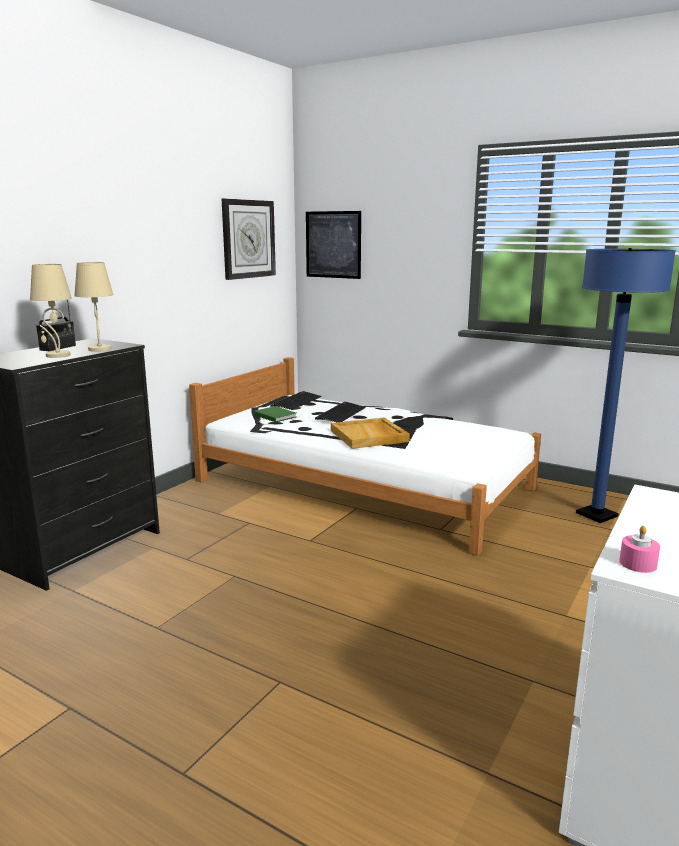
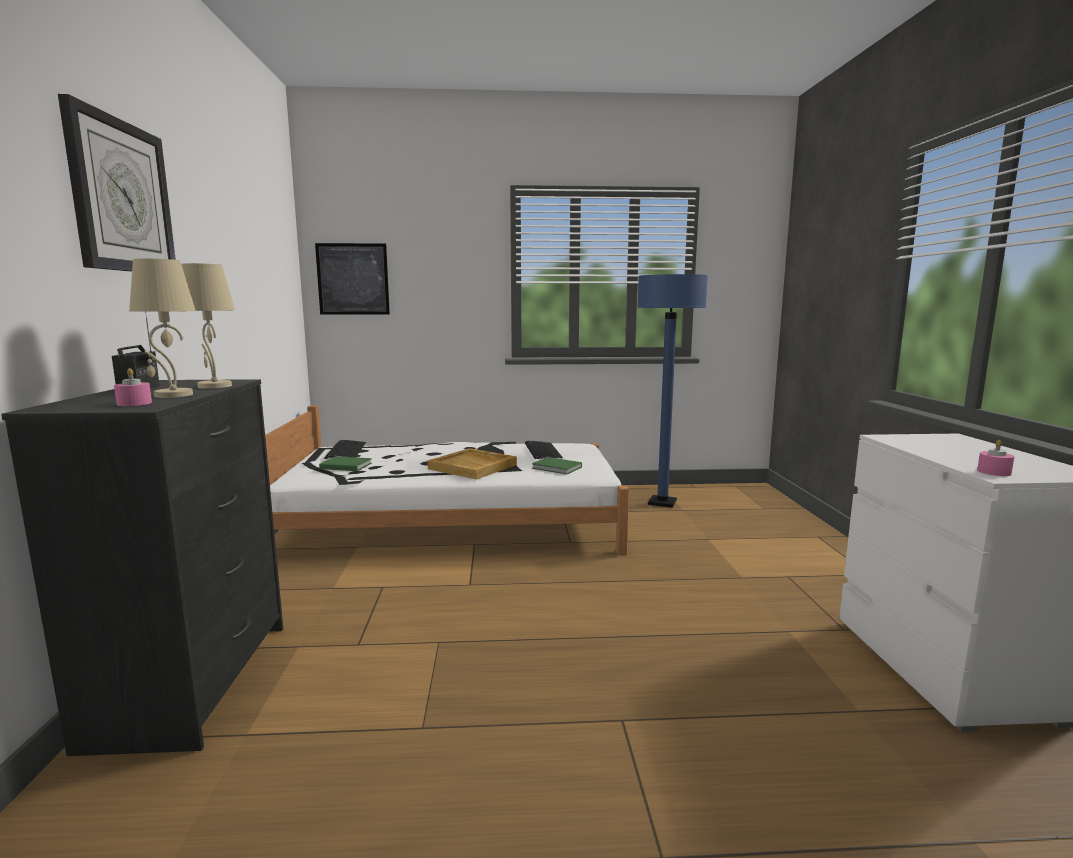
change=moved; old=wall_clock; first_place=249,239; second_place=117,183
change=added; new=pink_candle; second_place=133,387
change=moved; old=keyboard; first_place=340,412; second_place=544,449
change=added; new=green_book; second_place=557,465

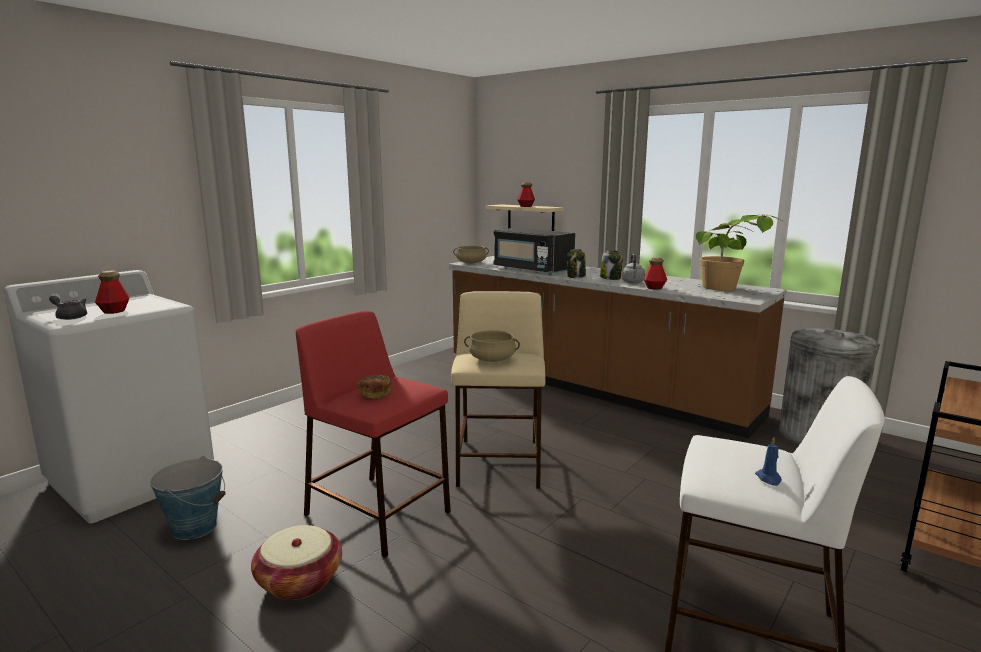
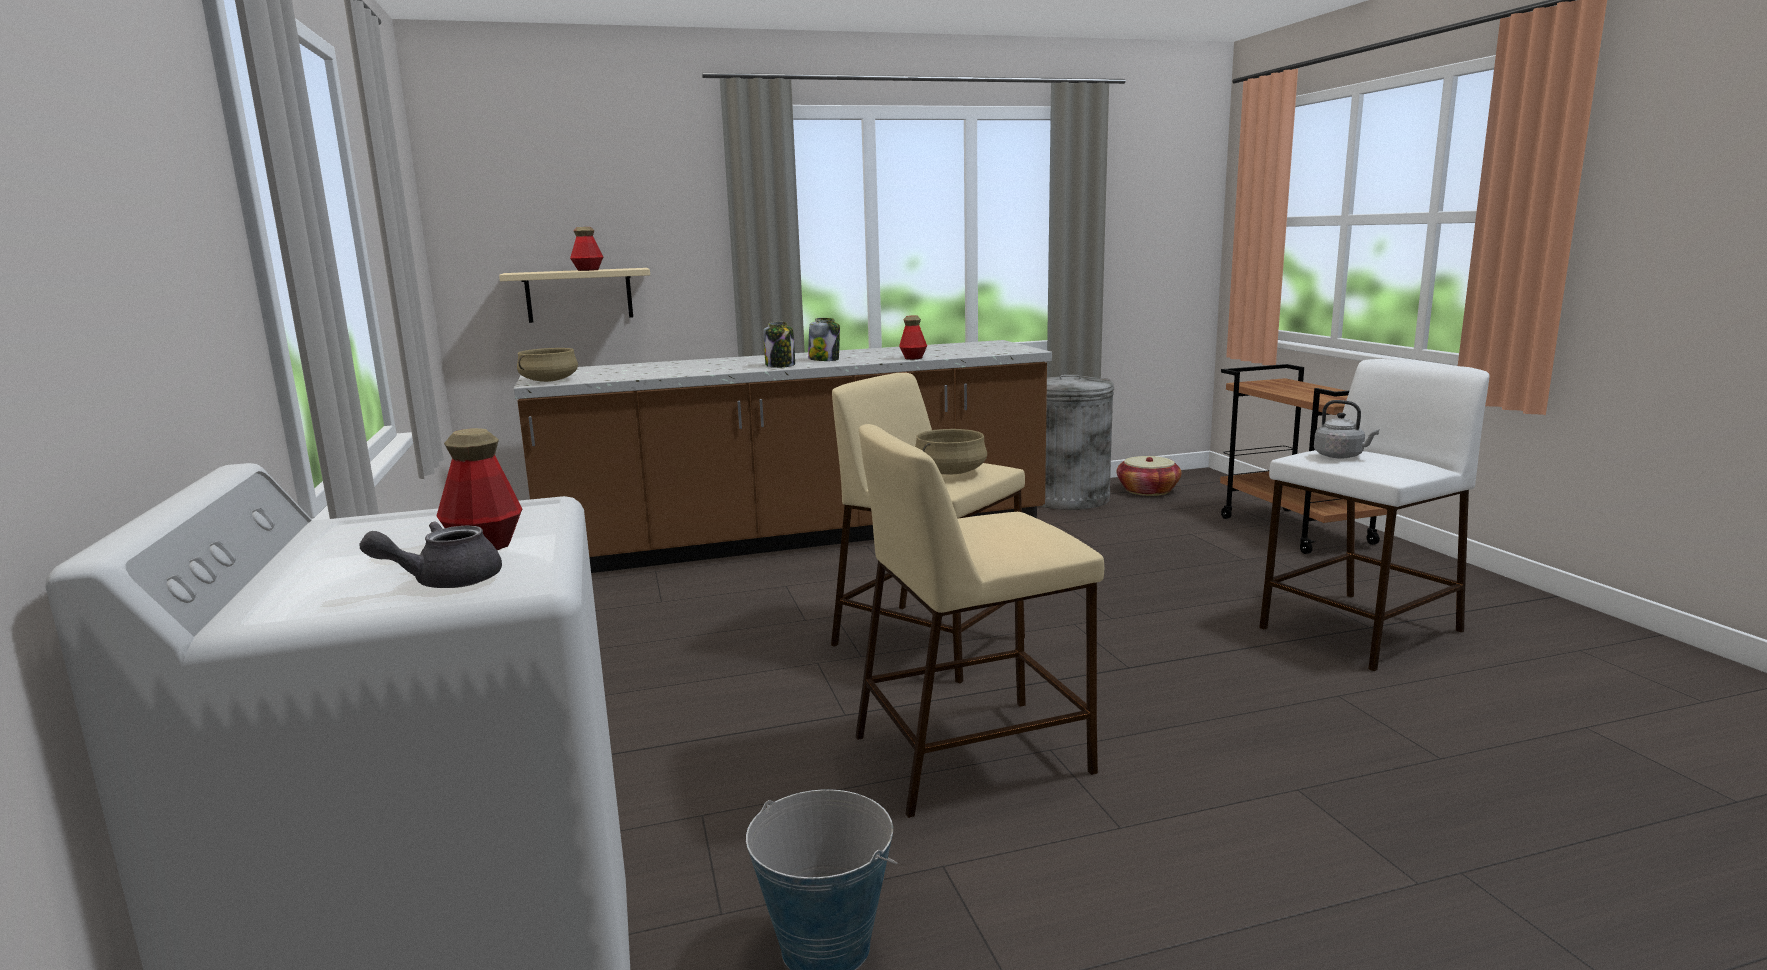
change=recoloured; old=red_stool; new=beige_stool; first_place=373,434; second_place=979,621
change=moved; old=basket; first_place=296,562; second_place=1149,476
change=moved; old=grey_kettle; first_place=634,268; second_place=1346,429
change=removed; old=bread; first_place=373,387
change=removed; old=black_microwave; first_place=534,251
change=removed; old=potted_plant; first_place=740,253
change=removed; old=blue_candle; first_place=768,461

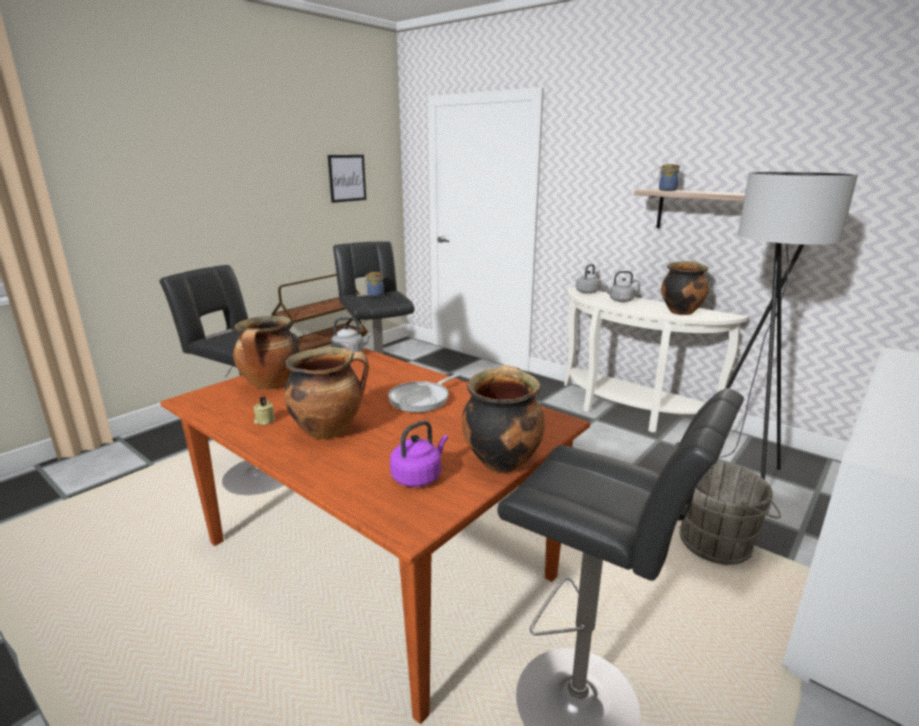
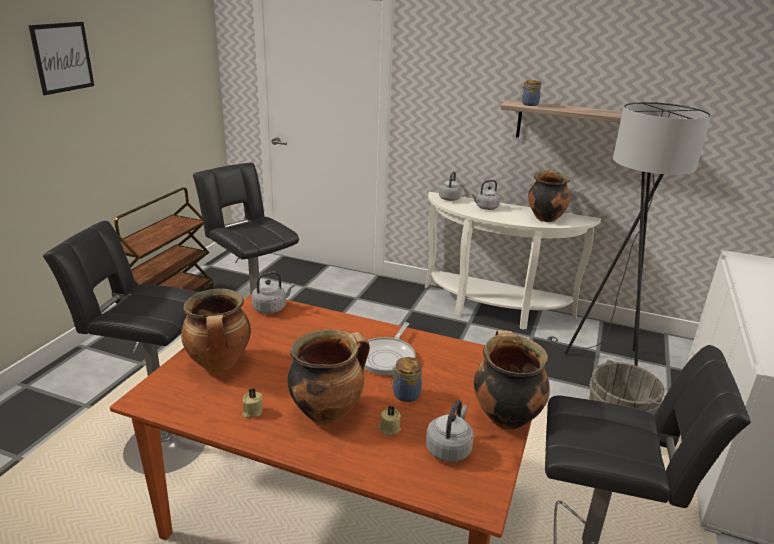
change=moved; old=picture; first_place=347,179; second_place=61,58
change=added; new=beige_candle; second_place=389,420
change=moved; old=jar; first_place=374,284; second_place=406,379
change=recoloured; old=purple_kettle; new=grey_kettle; first_place=419,454; second_place=450,431

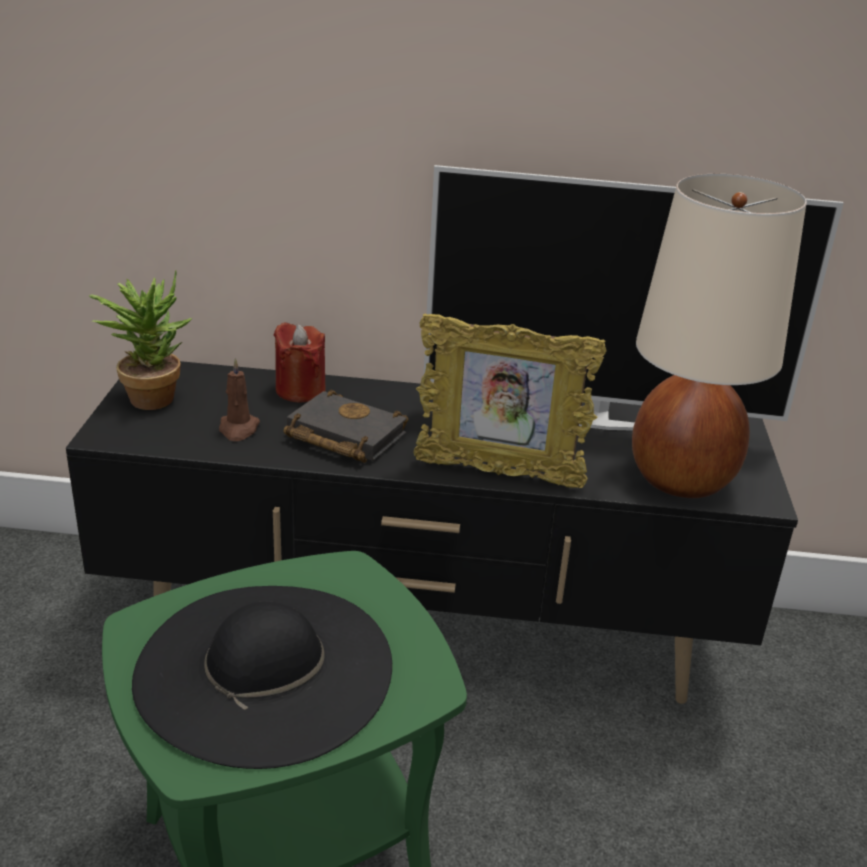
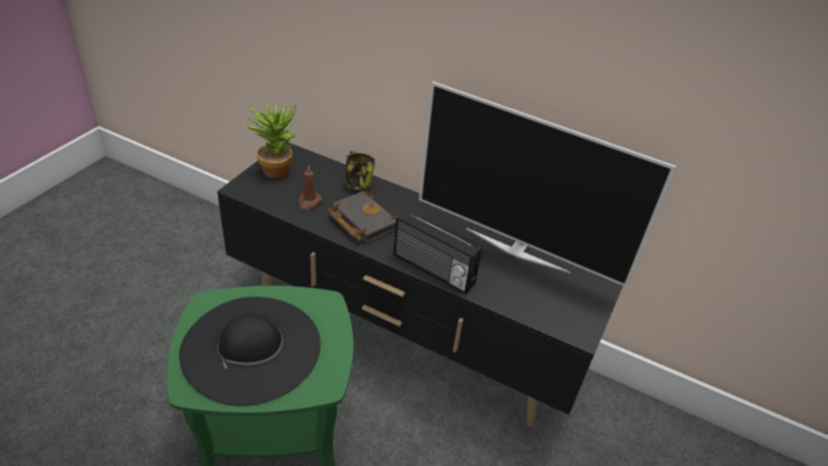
change=replaced; old=red_candle; new=mug; first_place=300,362; second_place=360,171
change=replaced; old=picture_frame; new=radio; first_place=510,401; second_place=437,252
change=removed; old=beige_table_lamp; first_place=719,336

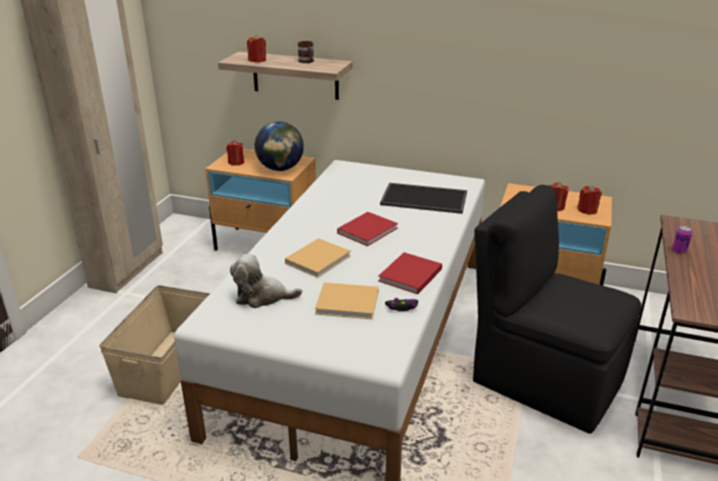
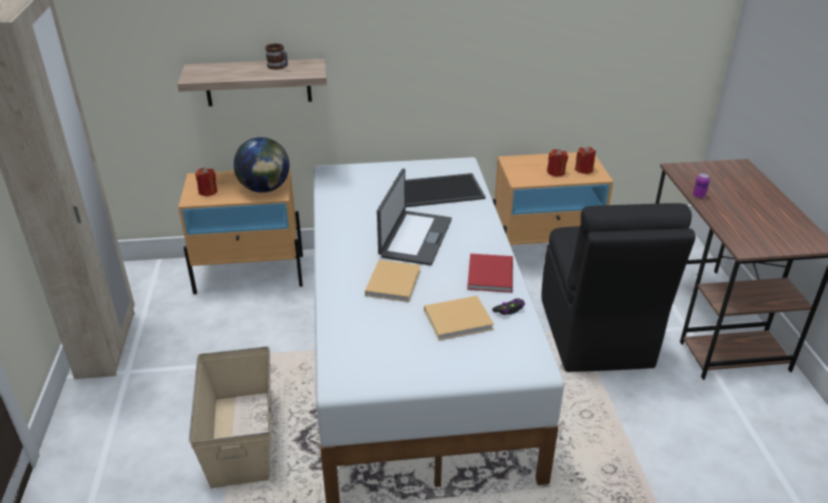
change=replaced; old=red_book; new=laptop; first_place=367,229; second_place=414,217
change=turned; old=black_chair; first_place=557,309; second_place=618,287; degrees=-105
change=removed; old=plush_toy; first_place=266,281
change=removed; old=red_candle; first_place=256,48

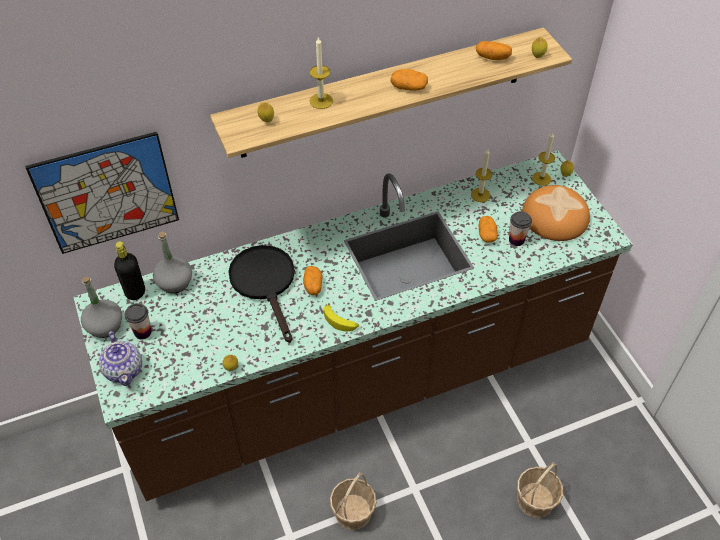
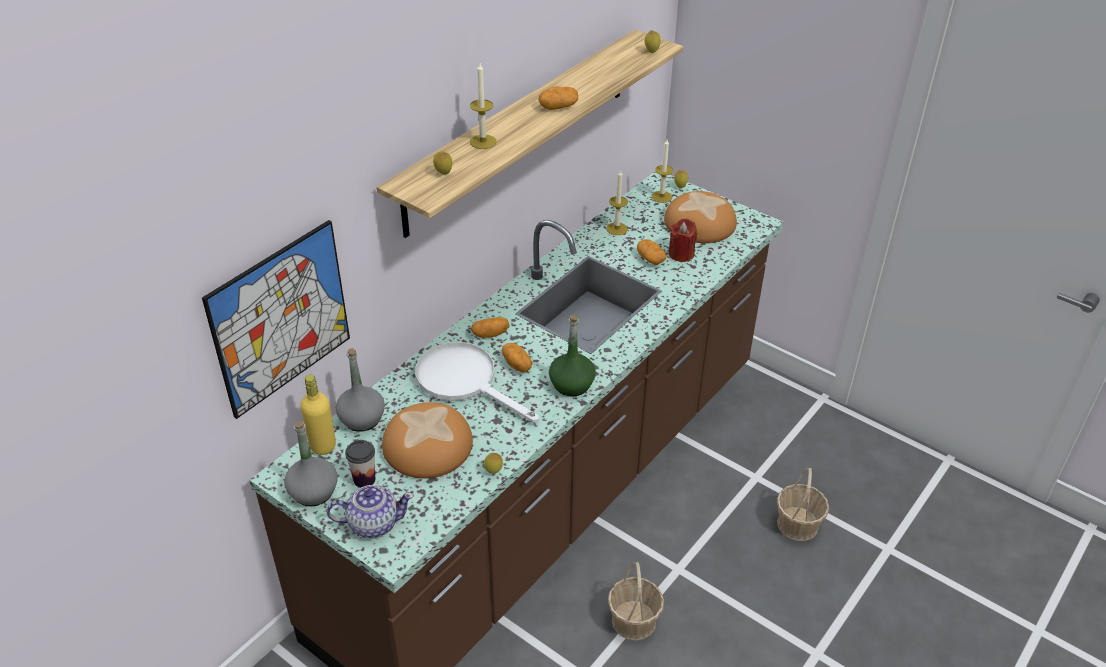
change=recoloured; old=black_bottle; new=yellow_bottle; first_place=129,270; second_place=318,414
change=turned; old=teapot; first_place=120,358; second_place=370,511; degrees=-45
change=added; new=bread; second_place=427,440
change=recoloured; old=black_frying_pan; new=white_frying_pan; first_place=261,294; second_place=477,382
change=moved; old=potato; first_place=494,50; second_place=490,327
change=replaced; old=banana; new=green_bottle; first_place=341,317; second_place=572,356
change=replaced; old=cup; new=red_candle; first_place=520,228; second_place=683,240

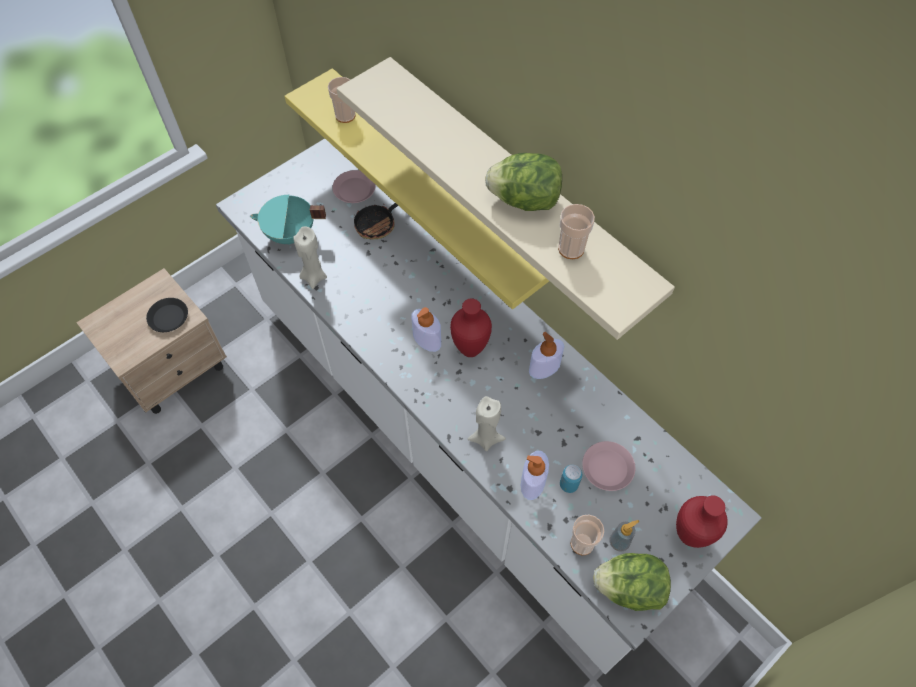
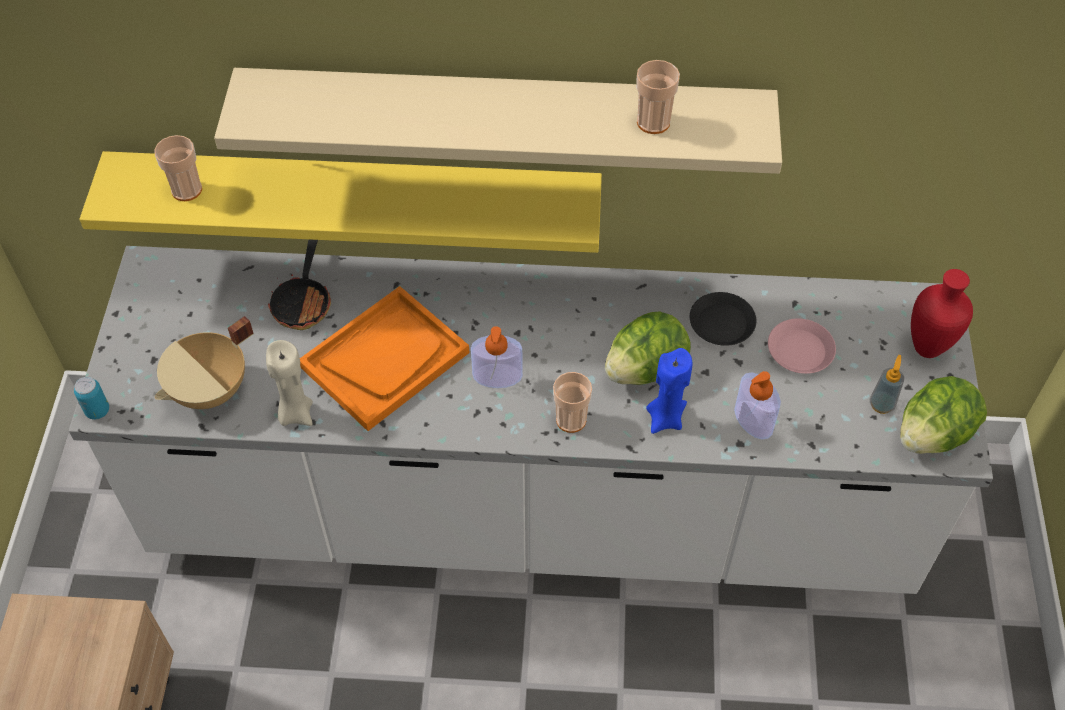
change=moved; old=can; first_place=571,479; second_place=91,398
change=recoloured; old=turquoise_cooking_pot; new=beige_cooking_pot; first_place=288,219; second_place=204,362
change=added; new=orange_tray; second_place=384,358
change=moved; old=cup; first_place=587,535; second_place=572,402
change=moved; old=lettuce; first_place=523,182; second_place=648,348
change=recoloured; old=beige_candle; new=blue_candle; first_place=487,423; second_place=669,391
change=moved; old=black_plate; first_place=167,315; second_place=723,319
change=removed; old=pink_plate; first_place=354,186
change=removed; old=red_vase; first_place=471,327
change=removed; old=soap_dispenser; first_place=546,355

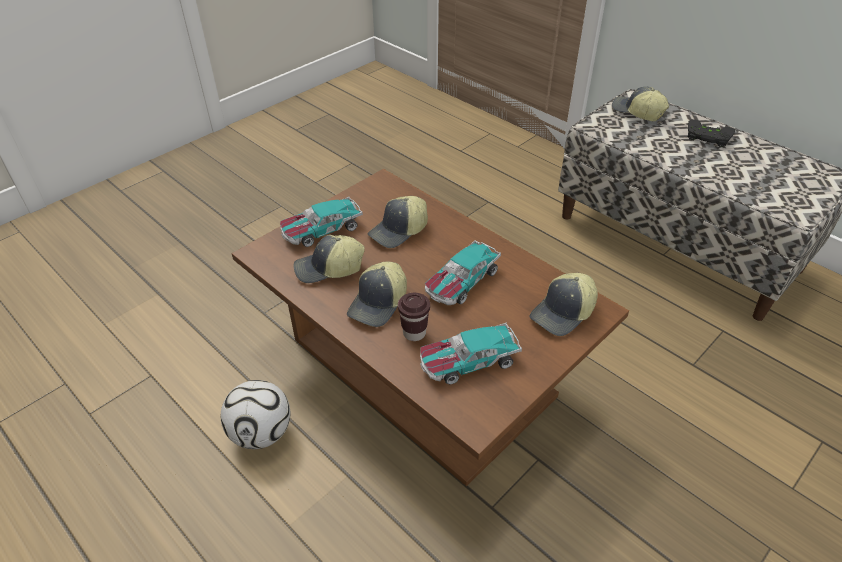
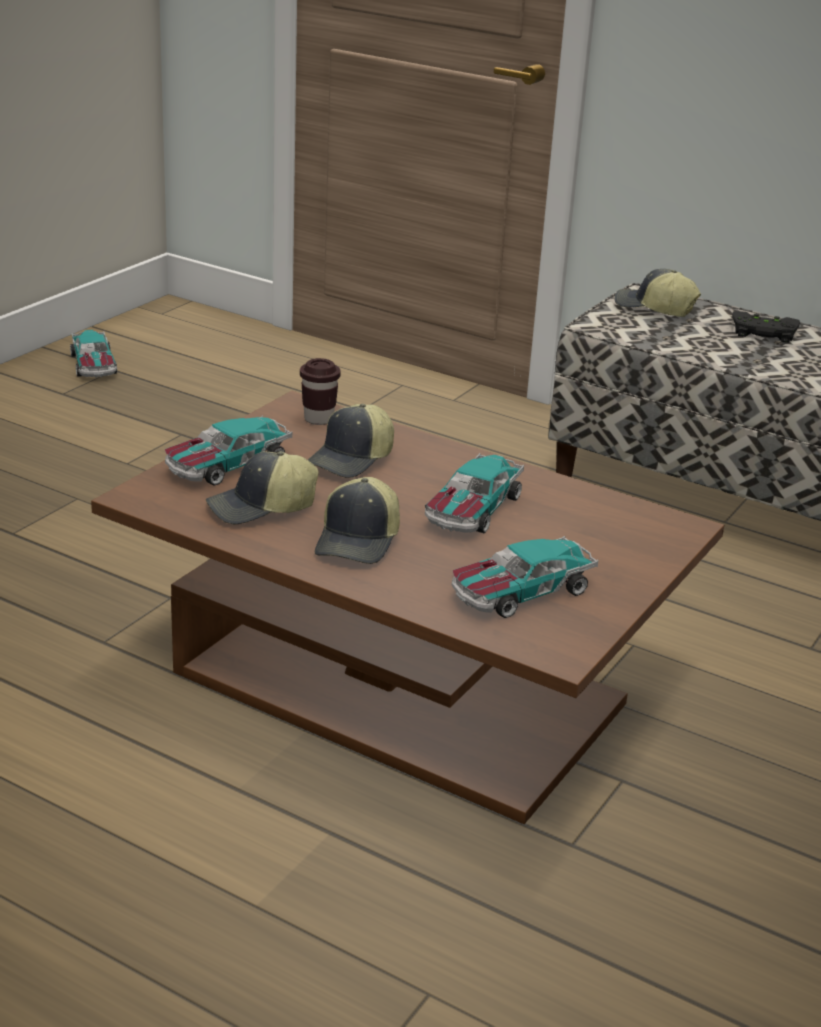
change=added; new=toy_car; second_place=93,354
change=moved; old=brown_cup; first_place=414,317; second_place=320,391
change=removed; old=football; first_place=256,414
change=removed; old=cap; first_place=564,304

